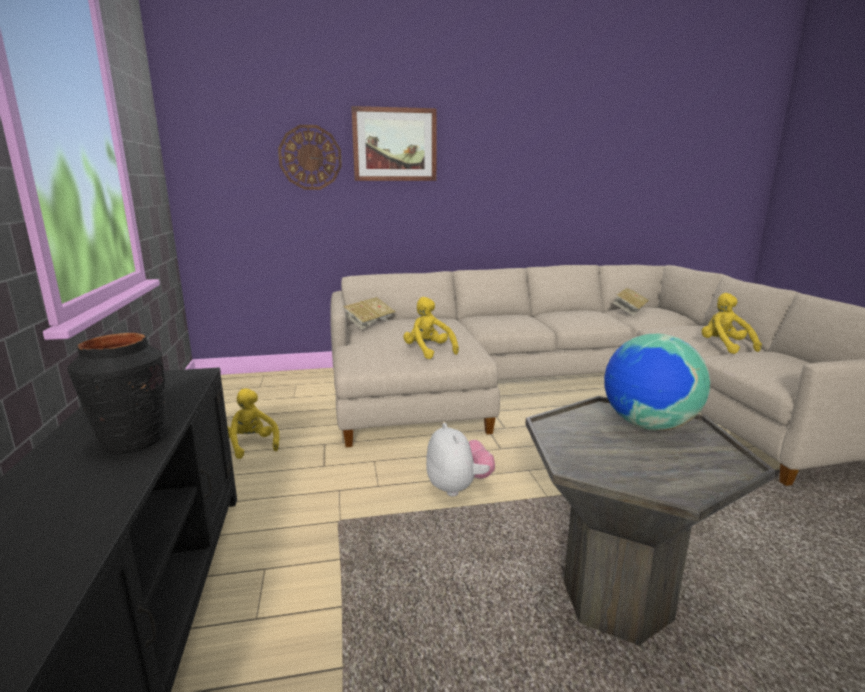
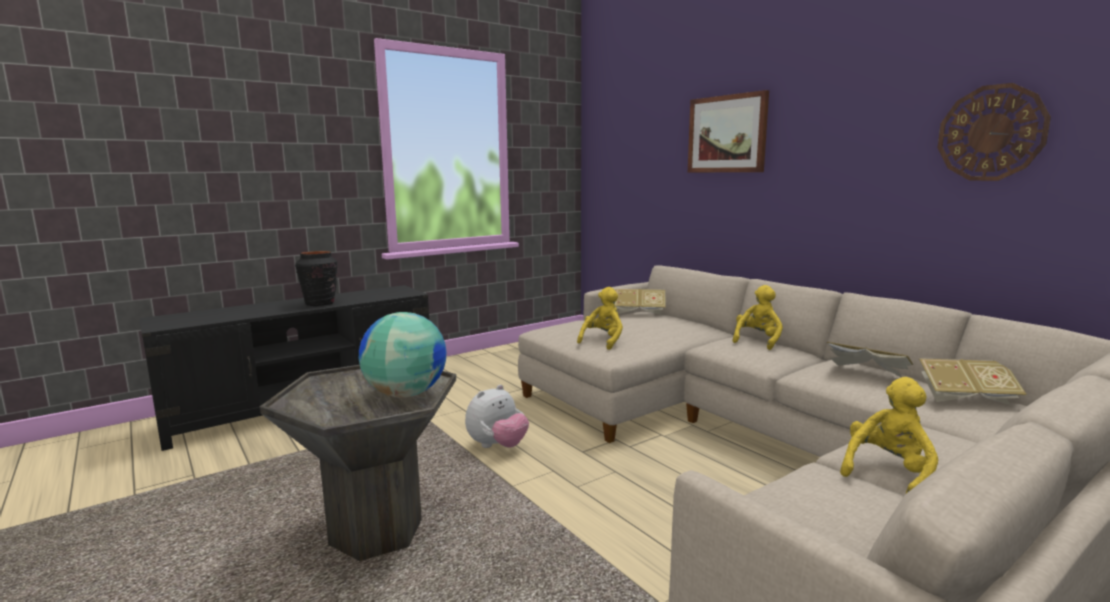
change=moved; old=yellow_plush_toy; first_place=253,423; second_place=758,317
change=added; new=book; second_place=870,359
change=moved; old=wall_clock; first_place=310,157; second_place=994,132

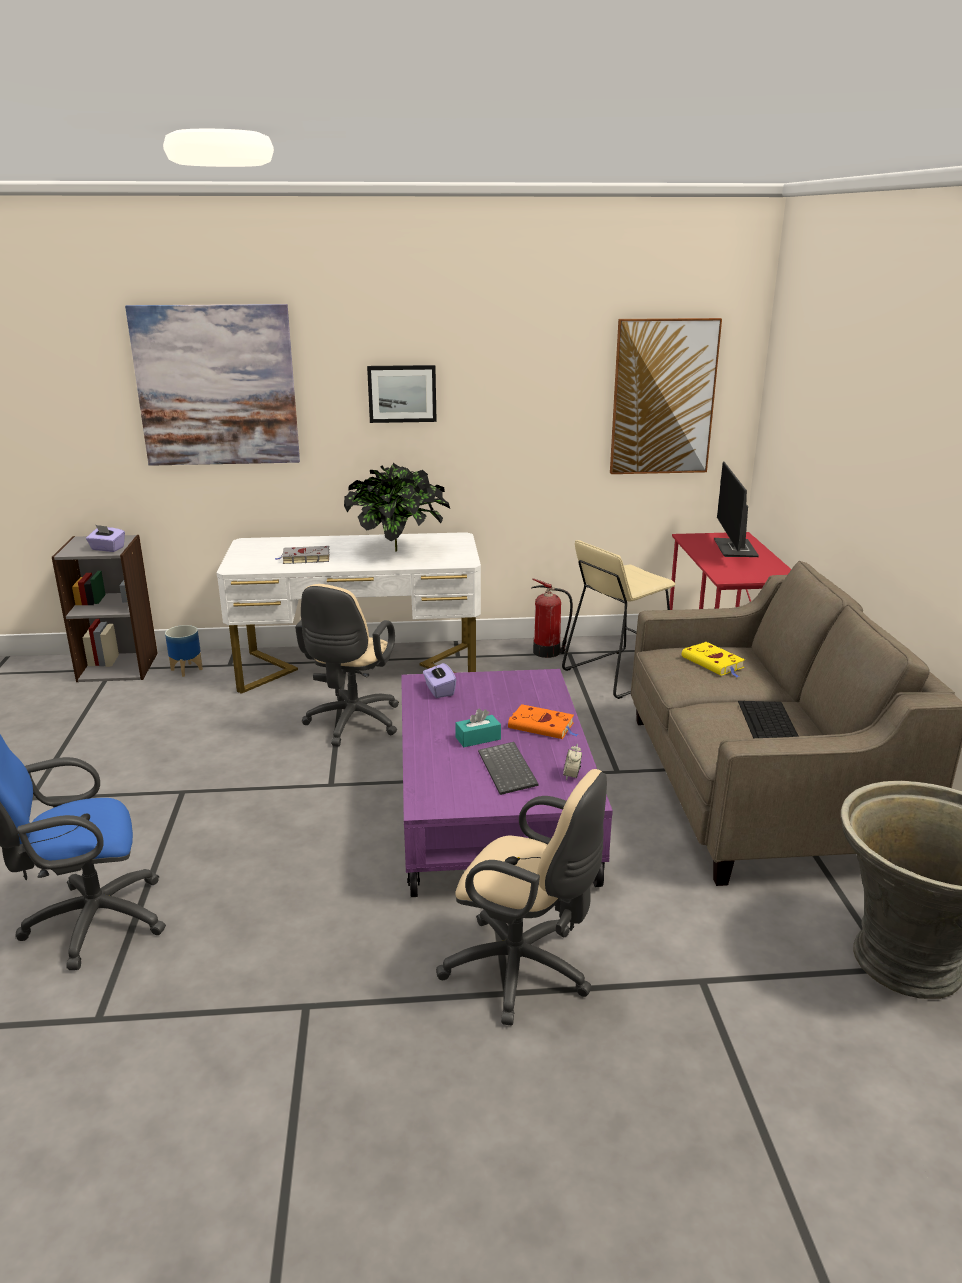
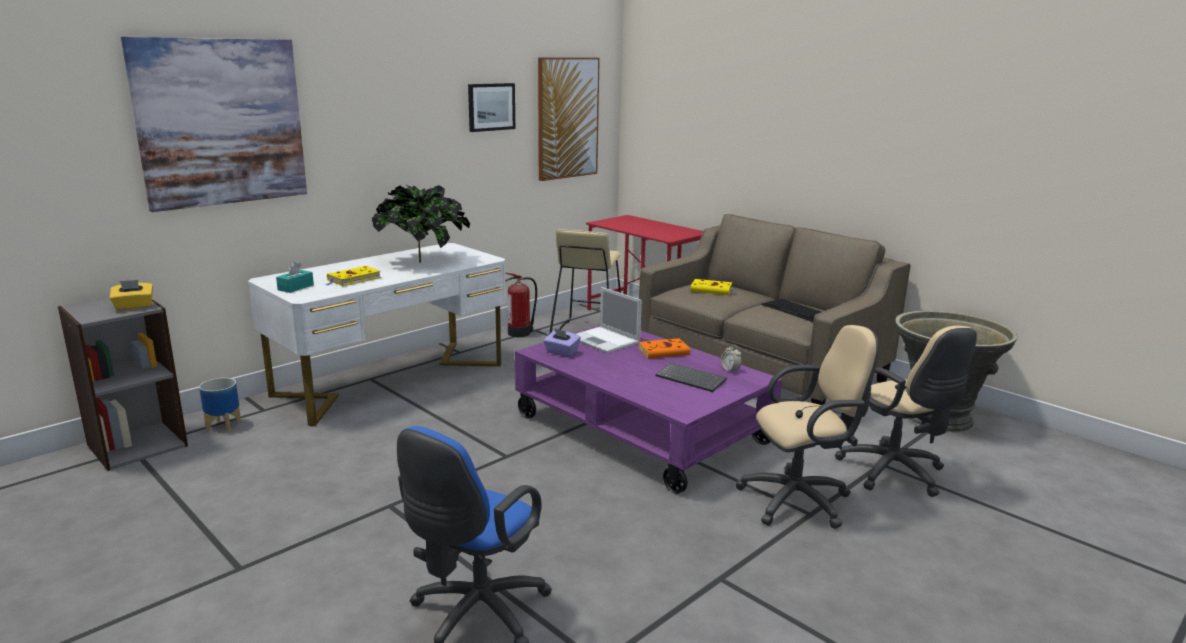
change=recoloured; old=purple_tissue_box; new=yellow_tissue_box; first_place=105,538; second_place=131,295
change=moved; old=turquoise_tissue_box; first_place=478,728; second_place=295,277
change=recoloured; old=grey_book; new=yellow_book; first_place=302,555; second_place=353,276
change=moved; old=picture; first_place=402,394; second_place=491,107
change=added; new=laptop; second_place=609,320
change=moved; old=beige_office_chair; first_place=347,665; second_place=906,411
change=removed; old=monitor; first_place=736,509

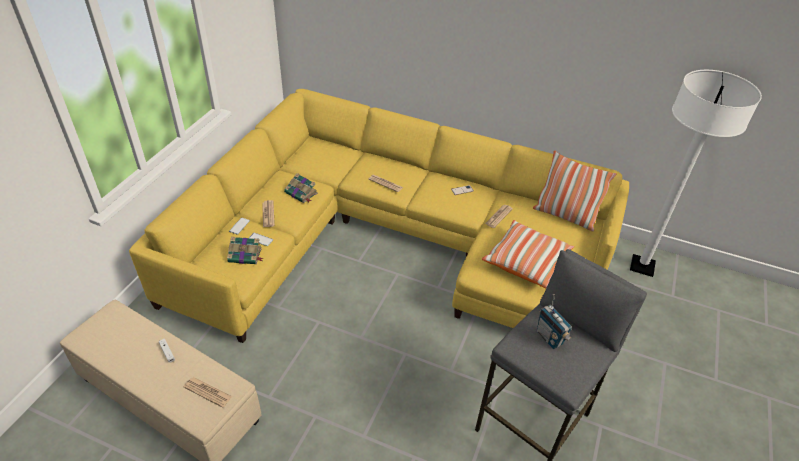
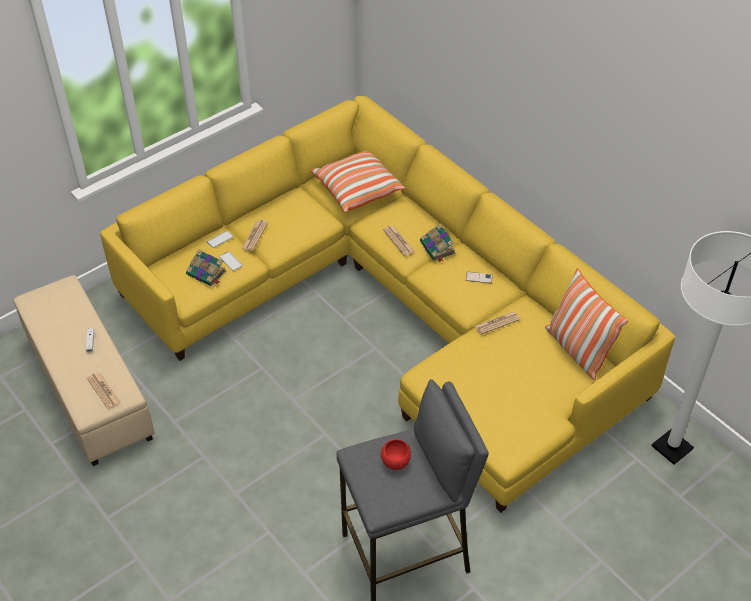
change=moved; old=pillow; first_place=528,254; second_place=358,181
change=replaced; old=radio; new=red_bowl; first_place=554,321; second_place=396,454
change=moved; old=book; first_place=301,188; second_place=438,242

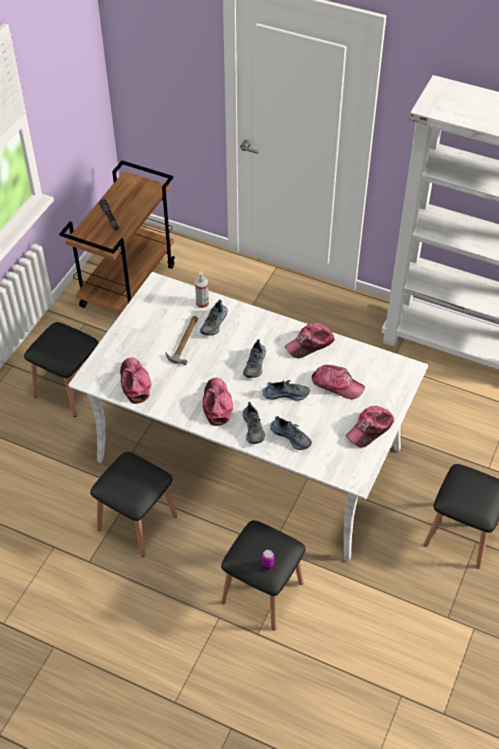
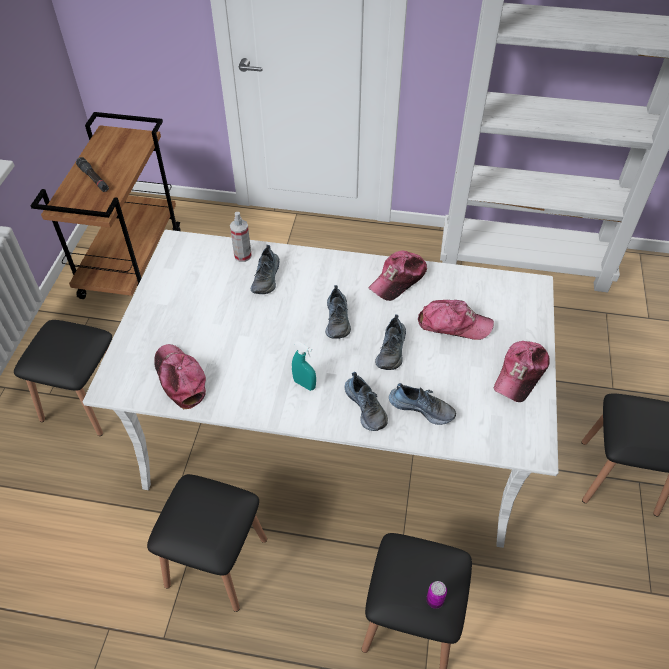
change=replaced; old=cap; new=turquoise_spray_bottle; first_place=218,402; second_place=304,366
change=turned; old=shoe; first_place=286,390; second_place=390,342; degrees=120
change=removed; old=hammer; first_place=181,340

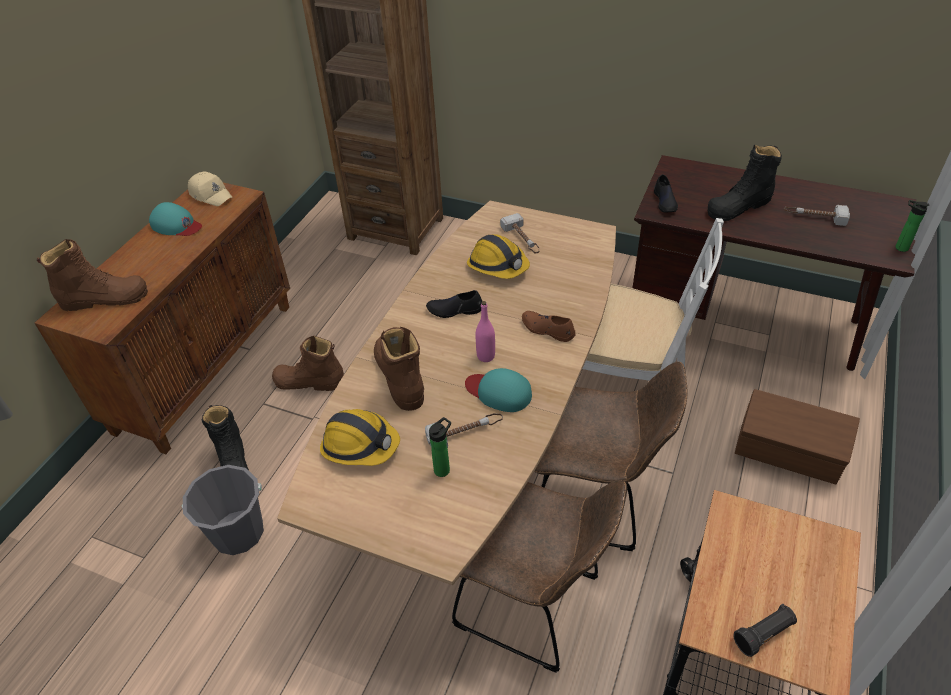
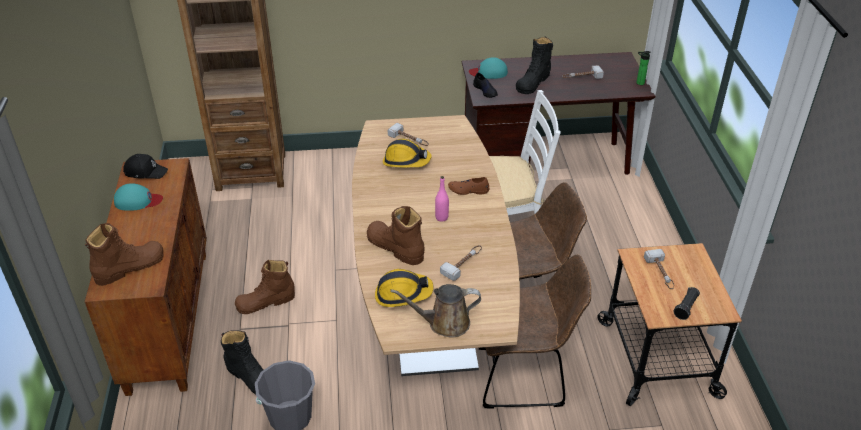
change=recoloured; old=beige_cap; new=black_cap; first_place=210,189; second_place=145,166
change=added; new=brown_watering_can; second_place=435,311
change=moved; old=turquoise_cap; first_place=498,390; second_place=488,68
change=added; new=hammer; second_place=659,269
change=removed; old=black_shoe; first_place=454,304
change=removed; old=bottle; first_place=440,447
change=removed; old=brown_storage_box; first_place=797,436

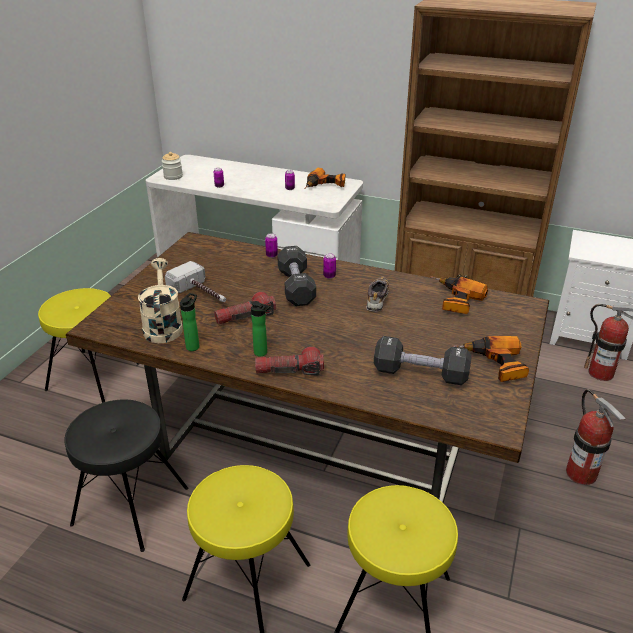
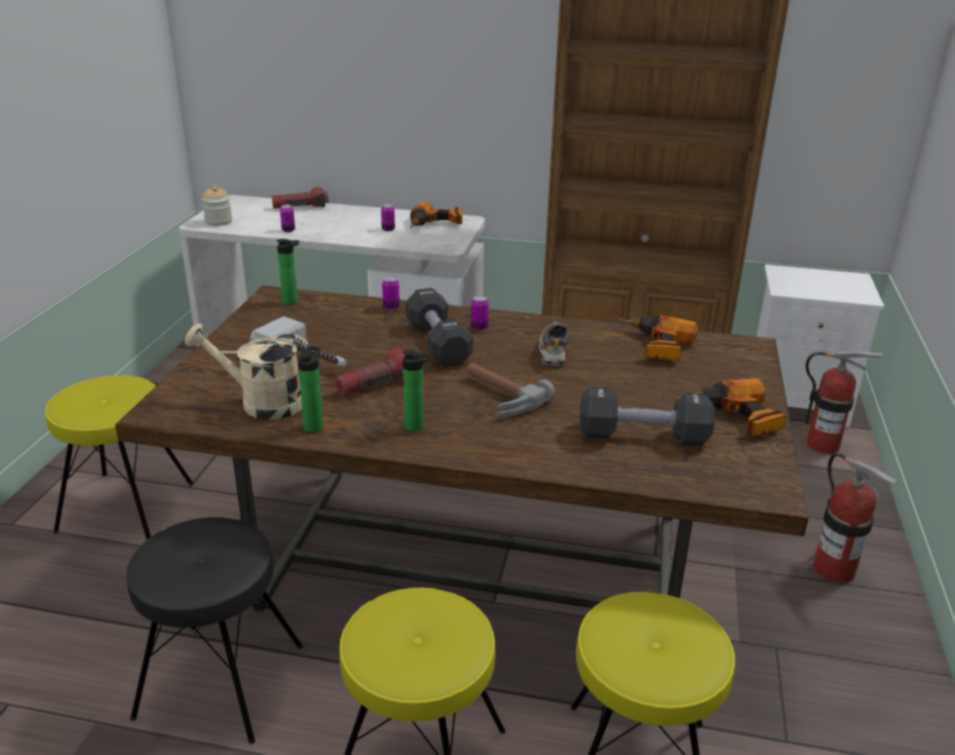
change=turned; old=beige_watering_can; first_place=160,300; second_place=249,371; degrees=-60
change=moved; old=flashlight; first_place=289,361; second_place=300,197
change=added; new=bottle; second_place=287,272
change=added; new=hammer; second_place=511,390

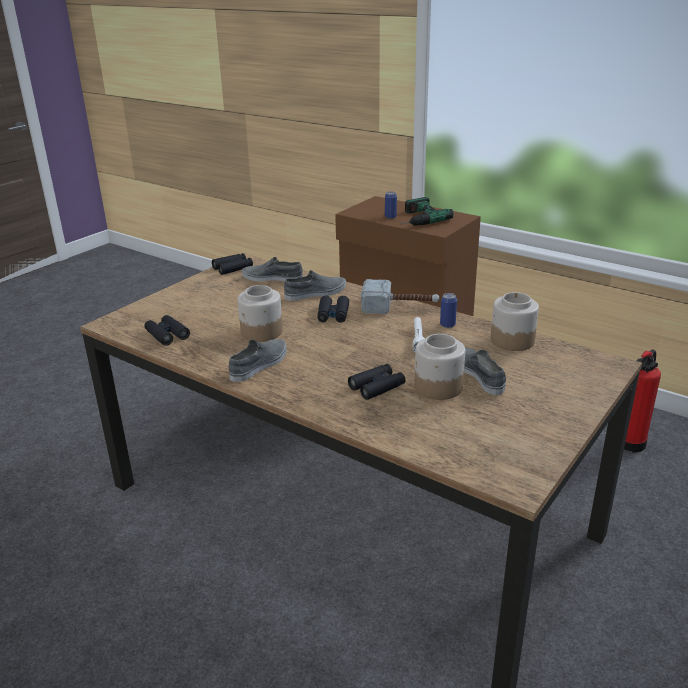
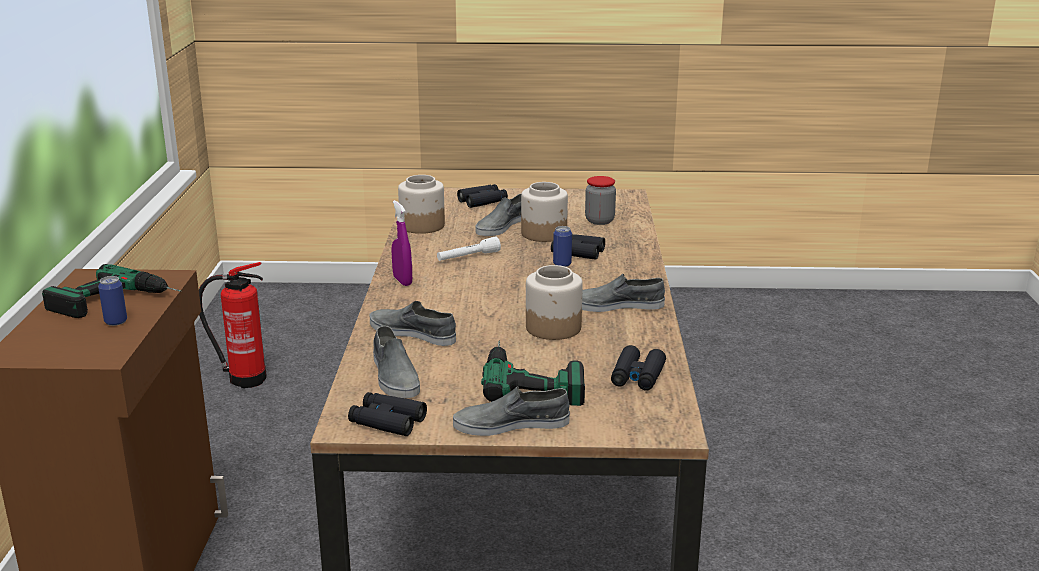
change=replaced; old=hammer; new=purple_spray_bottle; first_place=400,296; second_place=401,243
change=added; new=grey_shoe; second_place=511,411
change=moved; old=black_binoculars; first_place=333,309; second_place=482,196
change=added; new=power_drill; second_place=533,373
change=moved; old=can; first_place=448,310; second_place=562,246
change=added; new=jar; second_place=600,200

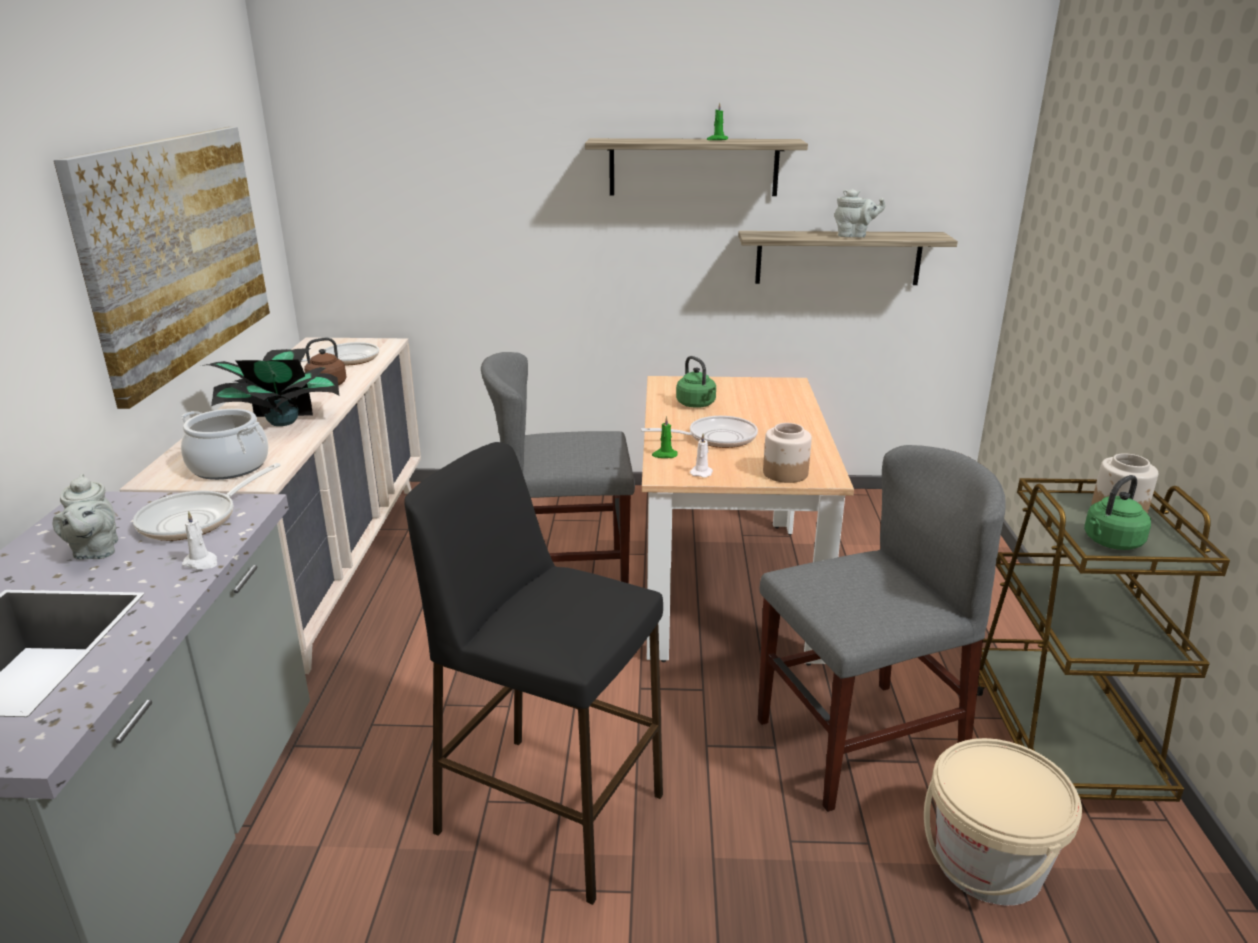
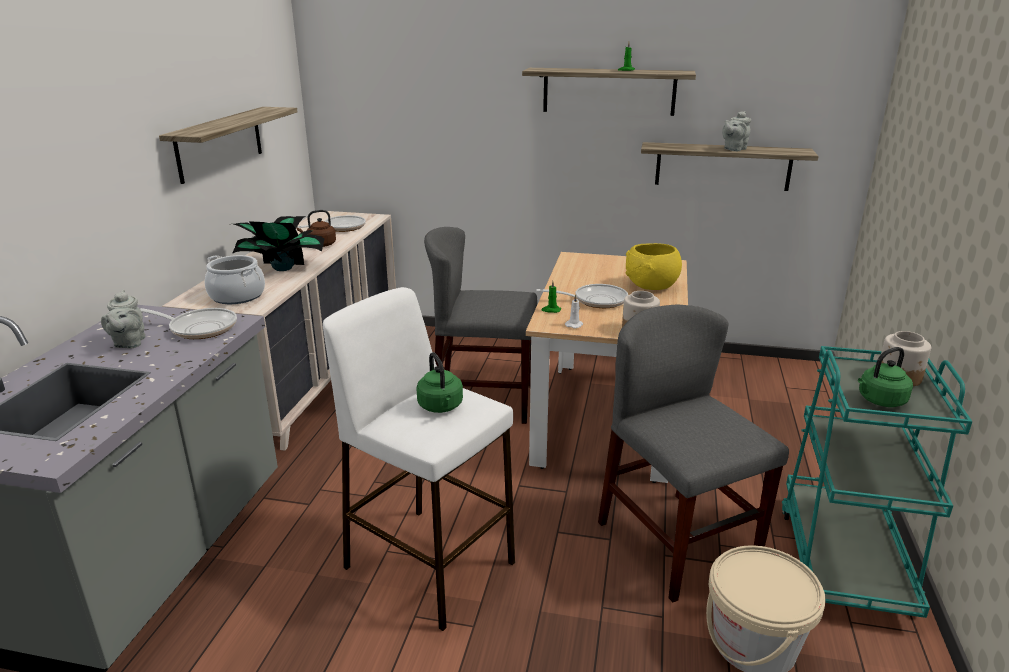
change=turned; old=frying_pan; first_place=207,502; second_place=188,323; degrees=-120
change=replaced; old=picture; new=shelf; first_place=162,268; second_place=228,145
change=recoloured; old=black_stool; new=white_stool; first_place=533,673; second_place=419,459
change=moved; old=green_kettle; first_place=696,382; second_place=439,382
change=turned; old=grey_chair; first_place=882,628; second_place=693,453; degrees=-105
change=added; new=yellow_bowl; second_place=654,266
change=turned; old=grey_teapot; first_place=859,213; second_place=736,131; degrees=120
change=recoloured; old=brown_cart; new=turquoise_cart; first_place=1103,640; second_place=877,482
change=removed; old=white_candle; first_place=199,540

